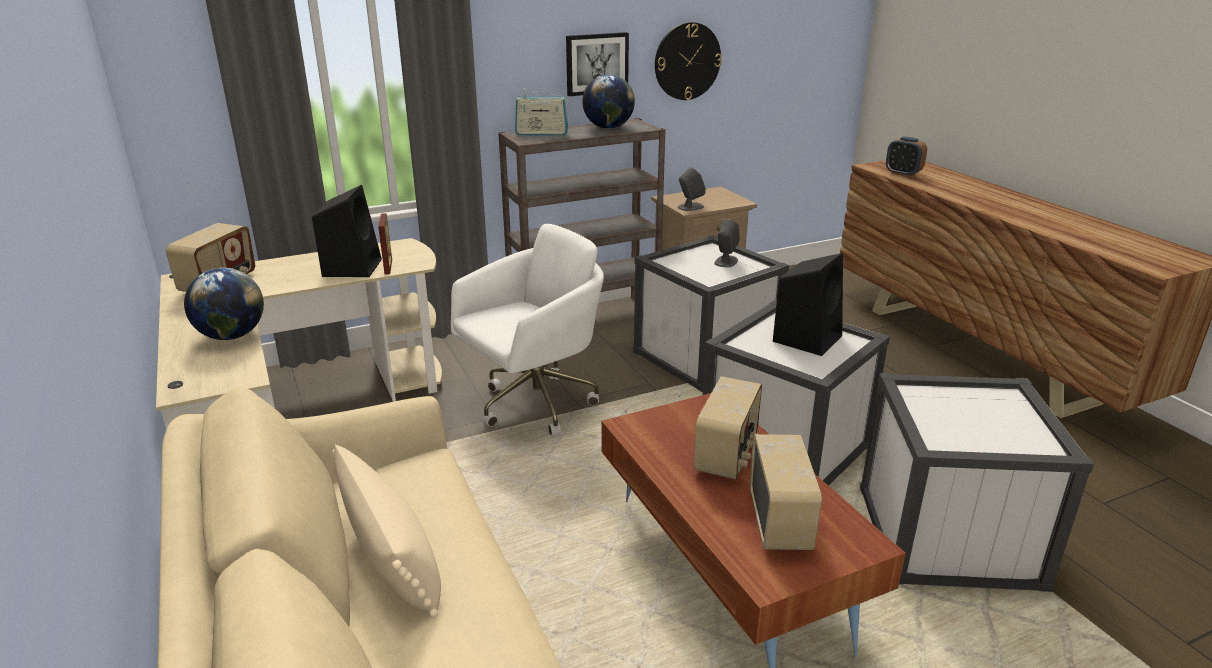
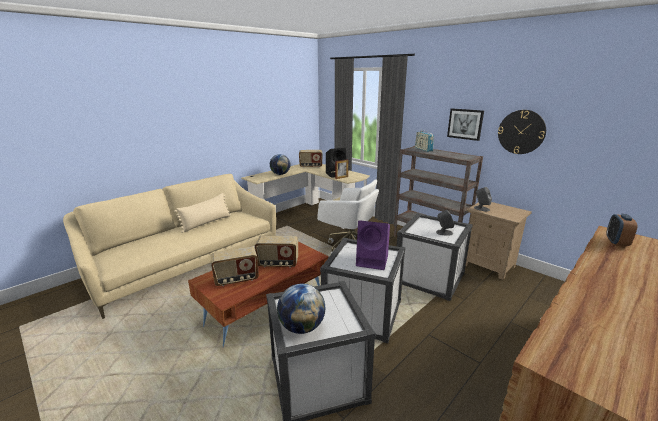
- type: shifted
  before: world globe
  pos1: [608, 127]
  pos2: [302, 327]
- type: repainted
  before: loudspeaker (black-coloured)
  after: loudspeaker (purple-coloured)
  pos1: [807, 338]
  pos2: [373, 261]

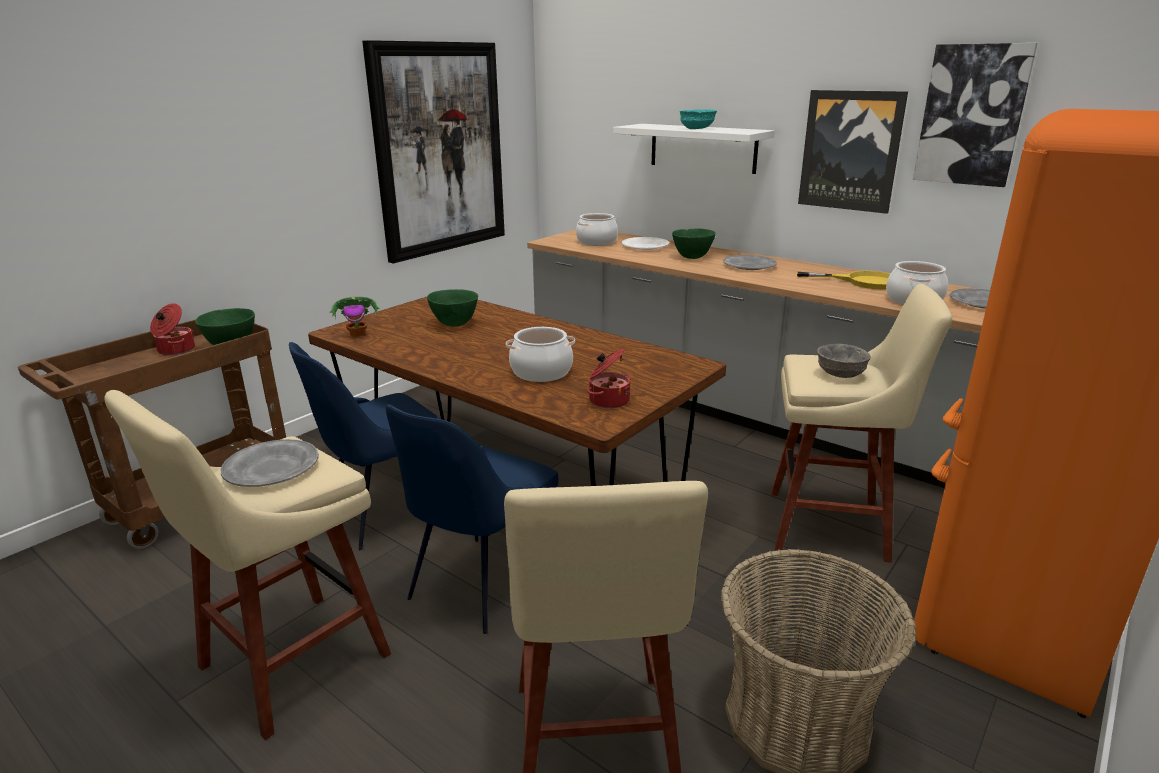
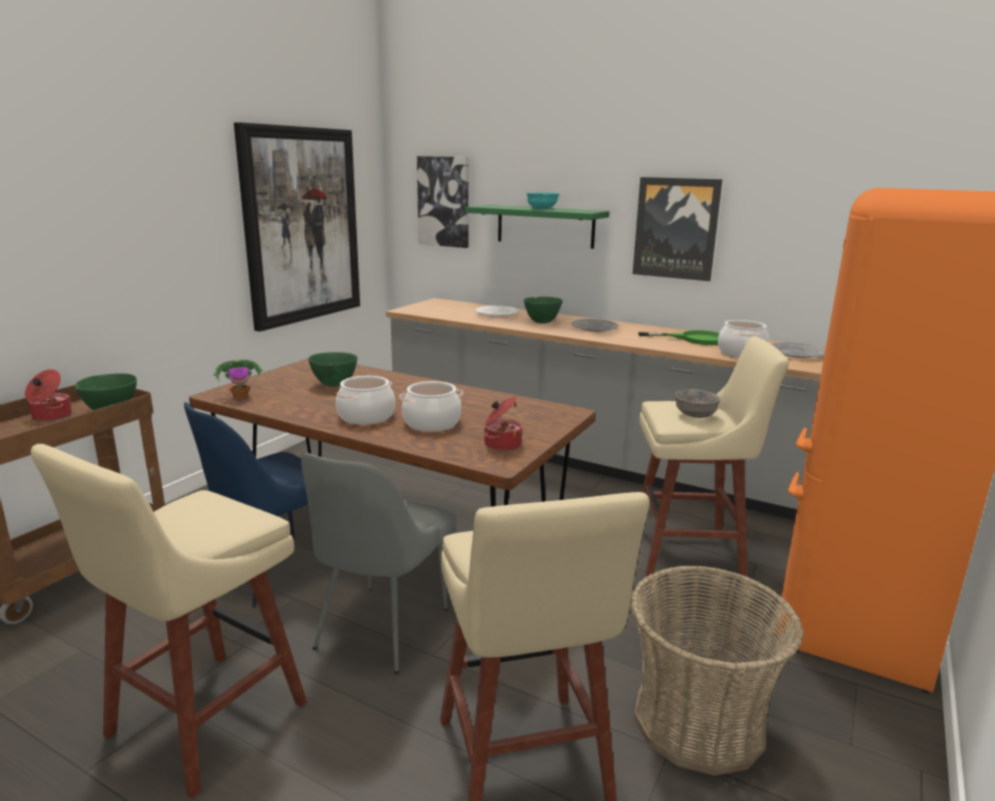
- type: repainted
  before: plain chair (bluish)
  after: plain chair (gray)
  pos1: [481, 584]
  pos2: [382, 629]
- type: shifted
  before: cooking pot
  pos1: [596, 242]
  pos2: [366, 416]
- type: shifted
  before: picture
  pos1: [972, 115]
  pos2: [444, 201]
- type: repainted
  before: shelf (white-coloured)
  after: shelf (green-coloured)
  pos1: [702, 148]
  pos2: [545, 226]
- type: repainted
  before: frying pan (yellow-coloured)
  after: frying pan (green-coloured)
  pos1: [862, 282]
  pos2: [694, 339]
- type: gone
  before: plate (gray)
  pos1: [272, 468]

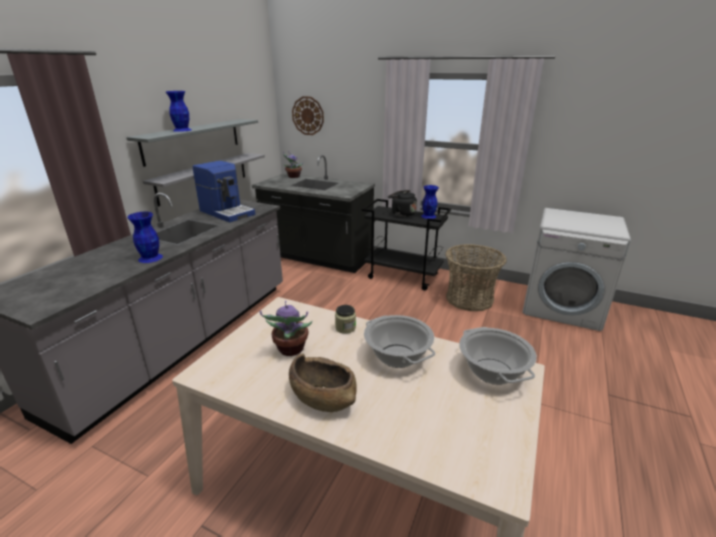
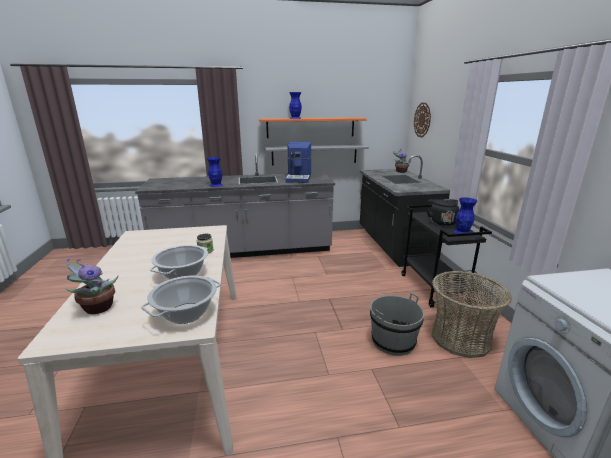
- type: shifted
  before: houseplant
  pos1: [290, 350]
  pos2: [96, 308]
- type: repainted
  before: shelf (gray)
  after: shelf (orangey)
  pos1: [193, 140]
  pos2: [310, 127]
- type: new
  after: water bucket (gray)
  pos2: [393, 341]
- type: gone
  before: serving bowl (brown)
  pos1: [322, 395]

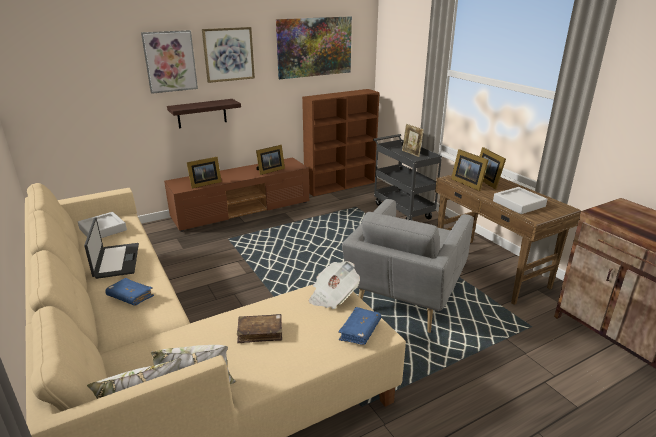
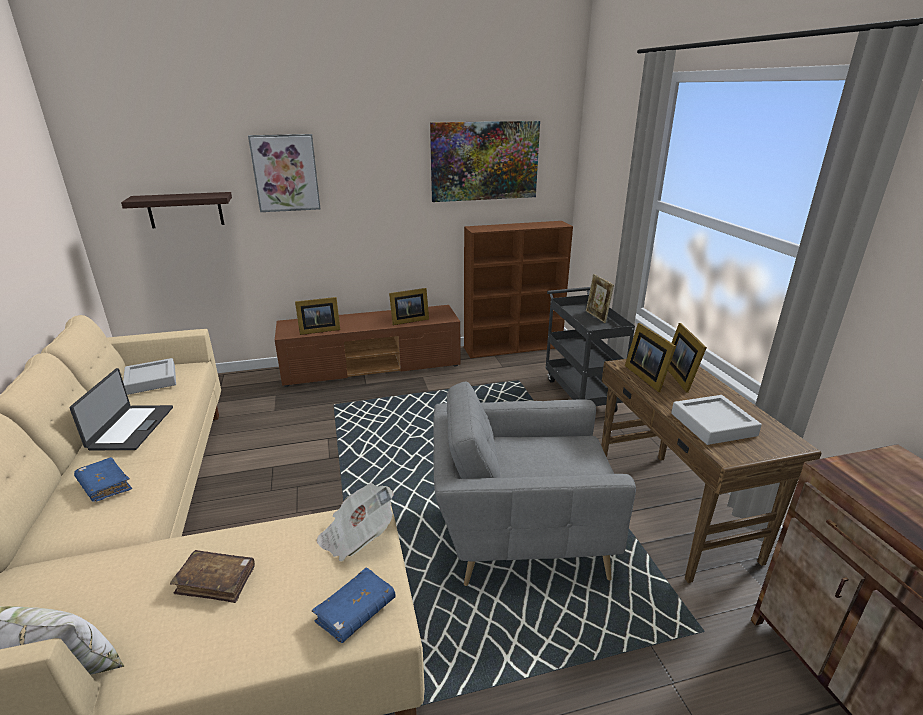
- type: shifted
  before: shelf
  pos1: [202, 113]
  pos2: [185, 210]
- type: rotated
  before: easy chair (gray)
  pos1: [404, 299]
  pos2: [519, 538]
  turn: 45
- type: gone
  before: picture
  pos1: [228, 54]

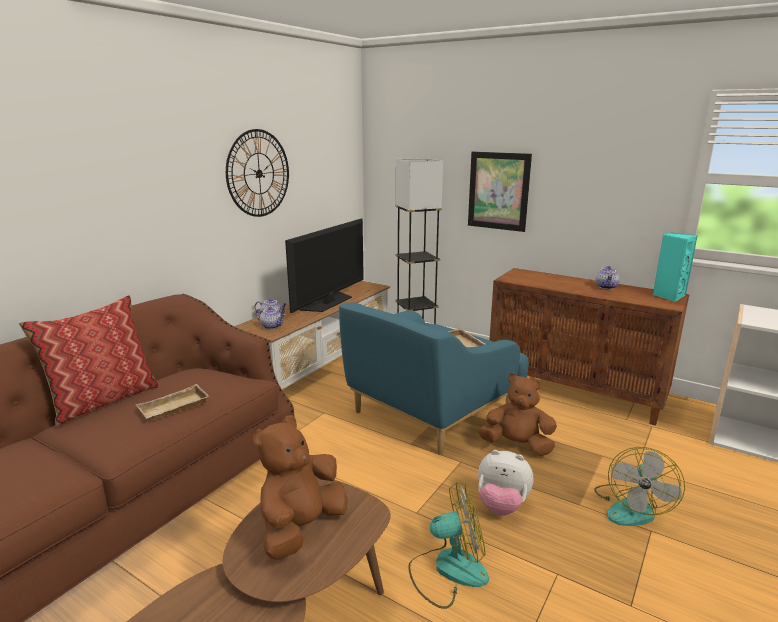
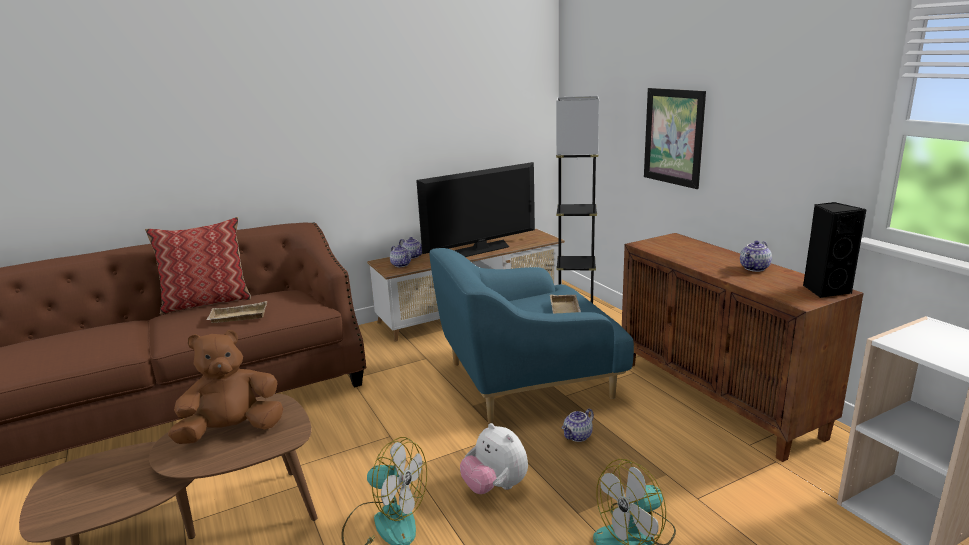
- type: swapped
  before: soft toy (brown)
  after: tea pot
  pos1: [517, 445]
  pos2: [578, 436]
- type: repainted
  before: loudspeaker (turquoise-coloured)
  after: loudspeaker (black-coloured)
  pos1: [668, 296]
  pos2: [825, 290]
- type: gone
  before: clock on the wall
  pos1: [258, 173]

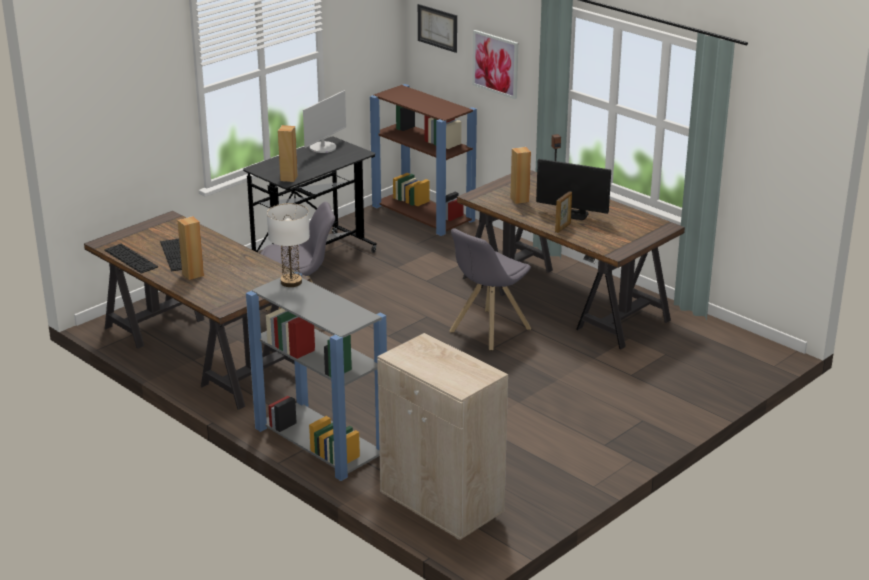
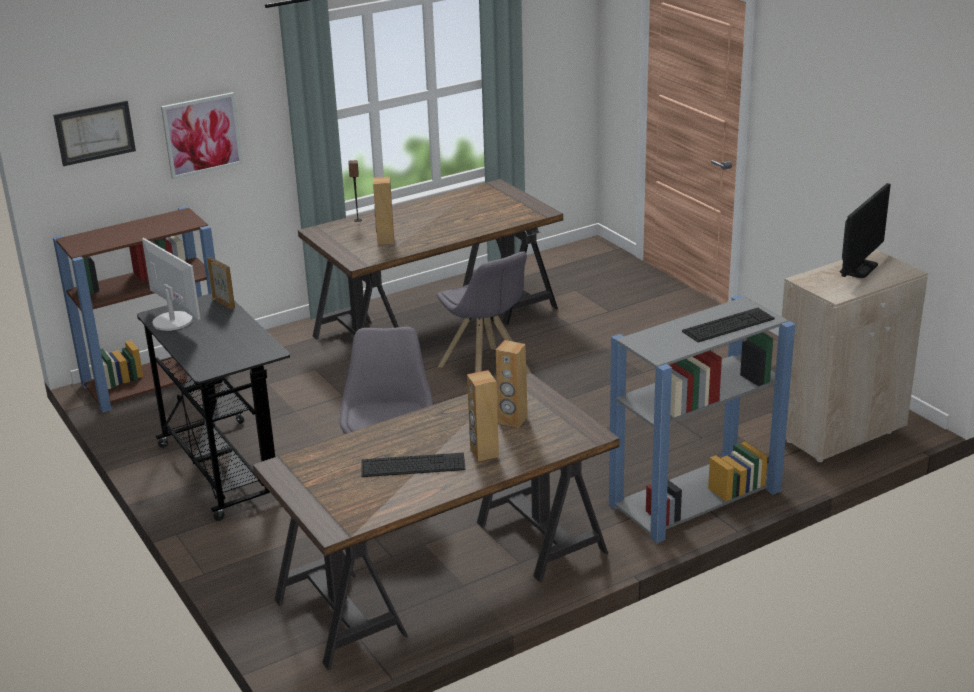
- type: shifted
  before: picture frame
  pos1: [563, 228]
  pos2: [224, 303]
- type: shifted
  before: loudspeaker (brown)
  pos1: [288, 178]
  pos2: [512, 420]
- type: shifted
  before: keyboard
  pos1: [131, 258]
  pos2: [728, 325]
- type: shifted
  before: monitor
  pos1: [572, 214]
  pos2: [858, 268]
- type: gone
  before: table lamp
  pos1: [291, 282]

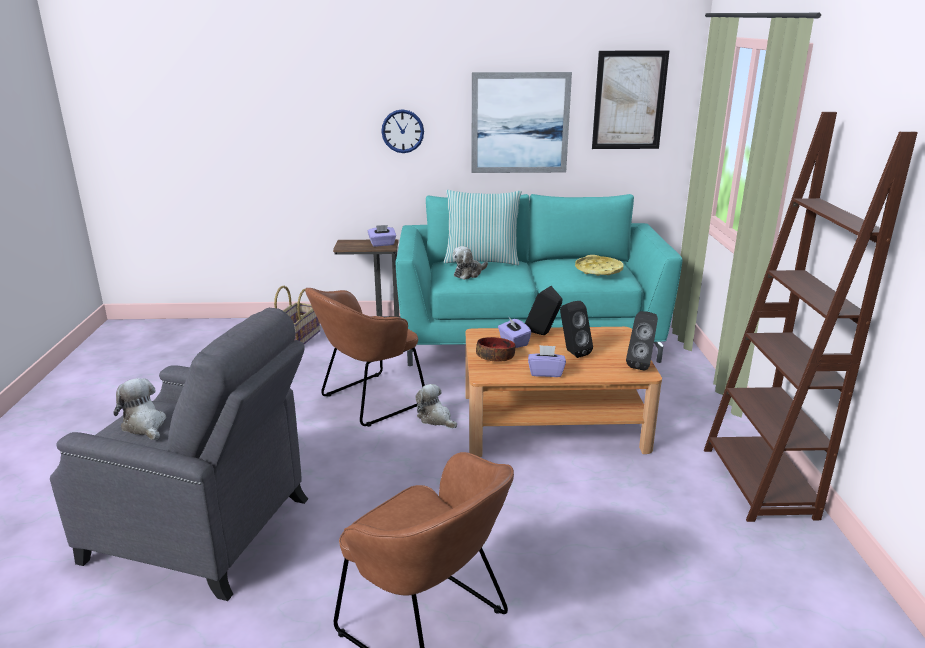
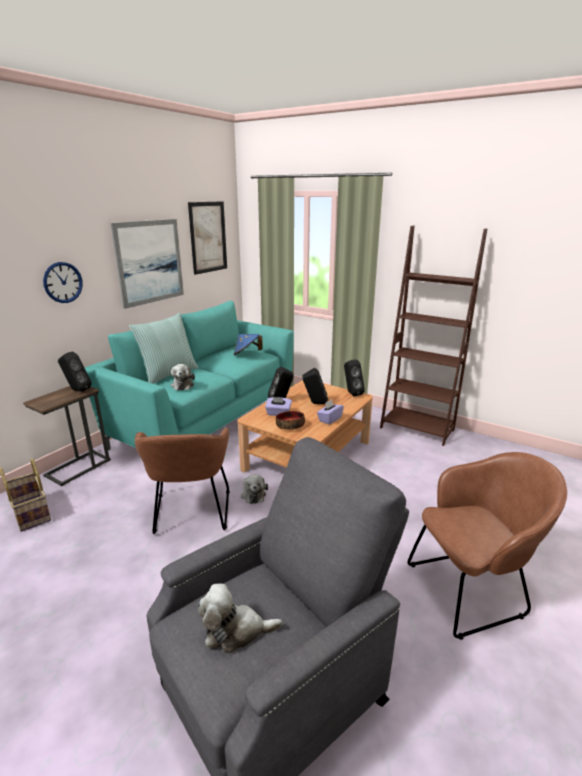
- type: swapped
  before: tissue holder (purple-coloured)
  after: loudspeaker (black-coloured)
  pos1: [382, 244]
  pos2: [76, 390]
- type: swapped
  before: serving tray (yellow-coloured)
  after: clothing hat (bluish)
  pos1: [598, 270]
  pos2: [247, 354]
- type: rotated
  before: soft toy
  pos1: [436, 418]
  pos2: [253, 494]
  turn: -90

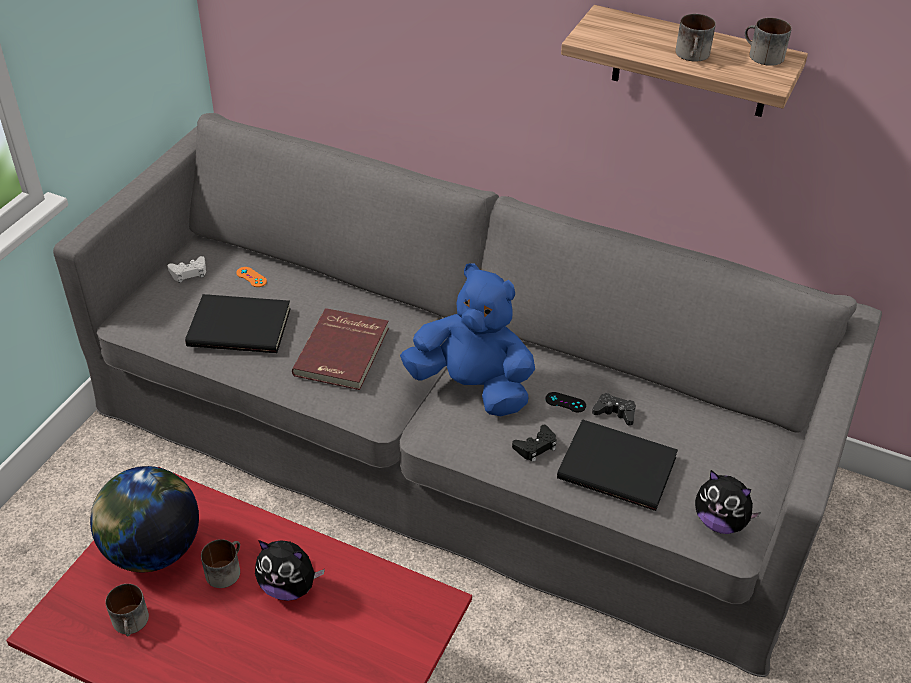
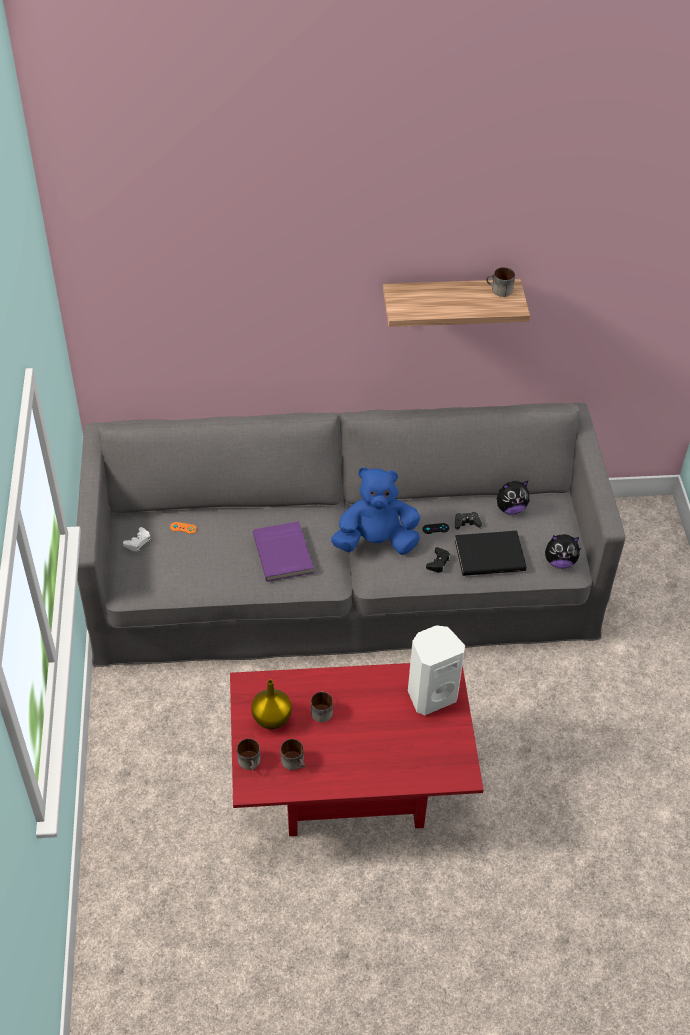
- type: shifted
  before: mug
  pos1: [694, 55]
  pos2: [251, 762]
- type: swapped
  before: world globe
  after: vase (yellow-coloured)
  pos1: [153, 550]
  pos2: [271, 719]
- type: repainted
  before: volume (red-coloured)
  after: volume (purple-coloured)
  pos1: [343, 352]
  pos2: [284, 553]
- type: new
  after: loudspeaker (white-coloured)
  pos2: [431, 694]
- type: shifted
  before: soft toy
  pos1: [289, 587]
  pos2: [510, 508]
- type: gone
  before: volume (black-coloured)
  pos1: [240, 326]

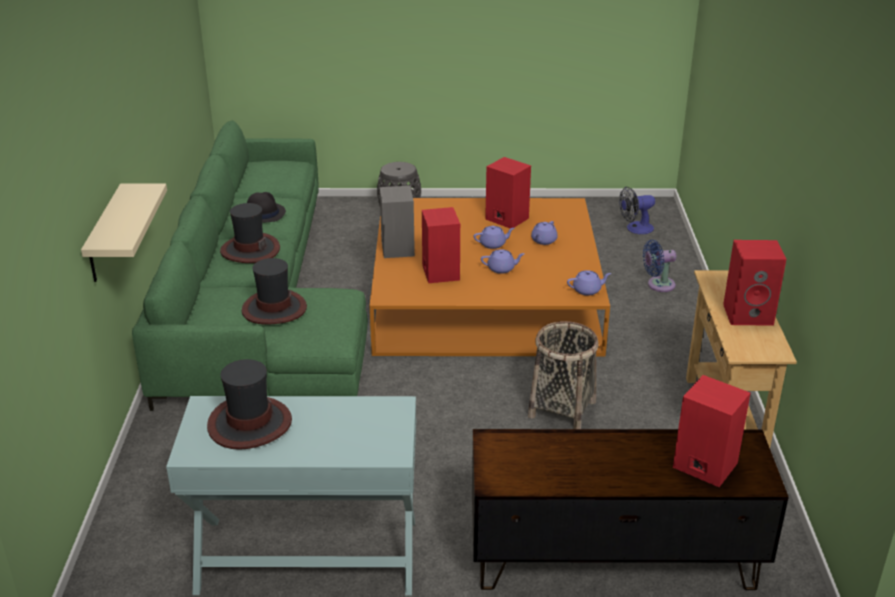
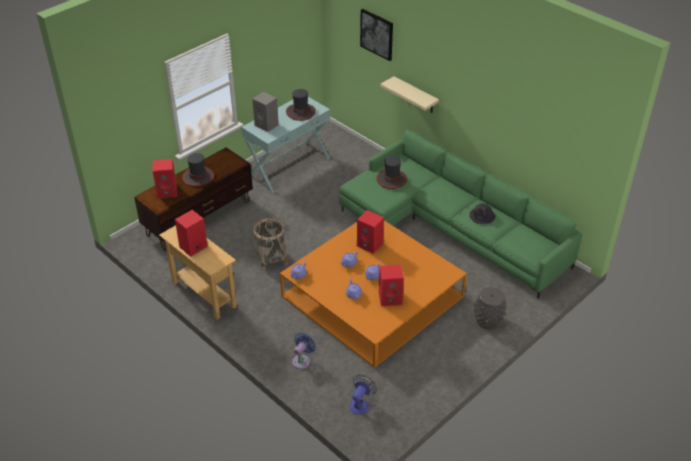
- type: shifted
  before: clothing hat
  pos1: [250, 250]
  pos2: [198, 177]
- type: shifted
  before: loudspeaker (gray)
  pos1: [396, 248]
  pos2: [267, 125]
- type: new
  after: picture
  pos2: [377, 34]

